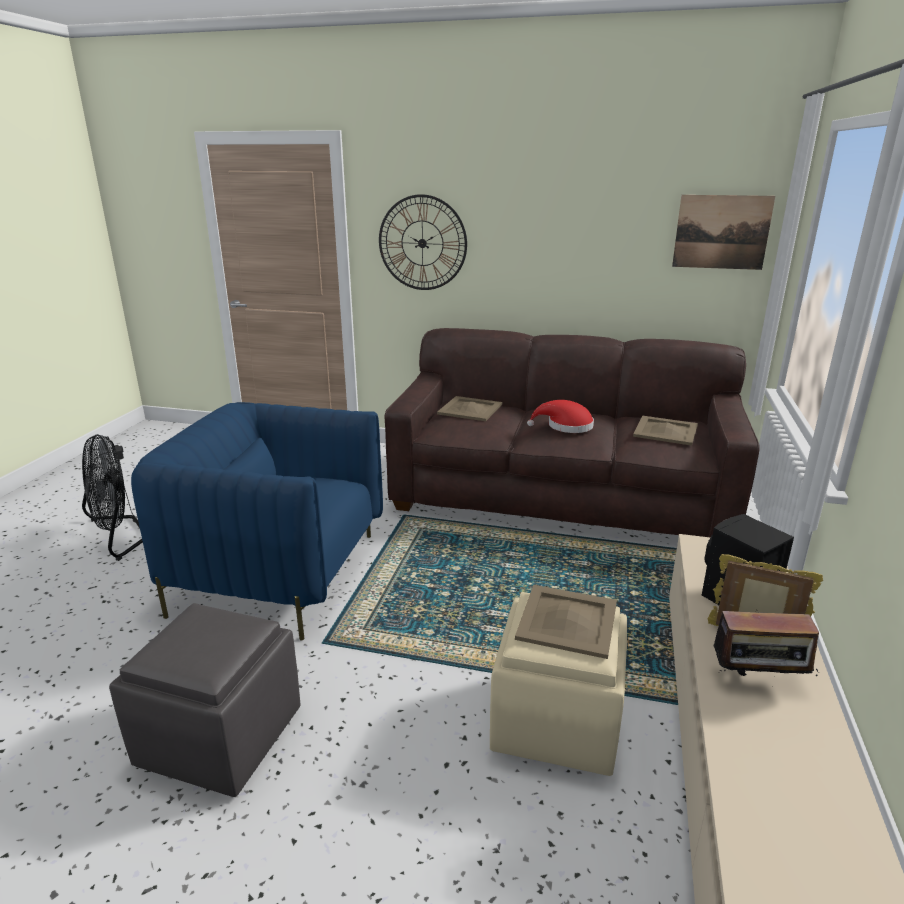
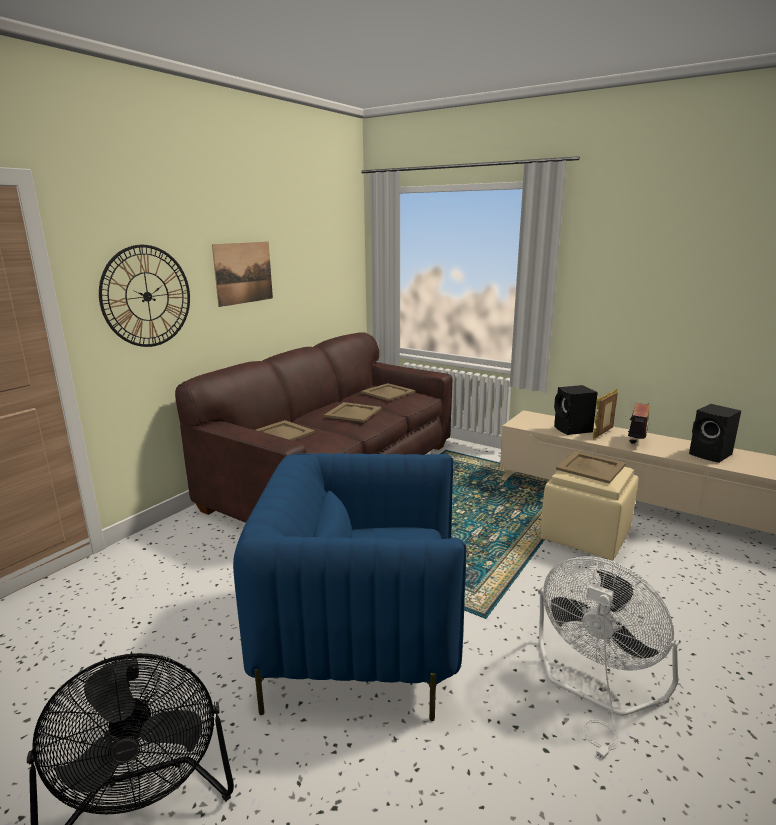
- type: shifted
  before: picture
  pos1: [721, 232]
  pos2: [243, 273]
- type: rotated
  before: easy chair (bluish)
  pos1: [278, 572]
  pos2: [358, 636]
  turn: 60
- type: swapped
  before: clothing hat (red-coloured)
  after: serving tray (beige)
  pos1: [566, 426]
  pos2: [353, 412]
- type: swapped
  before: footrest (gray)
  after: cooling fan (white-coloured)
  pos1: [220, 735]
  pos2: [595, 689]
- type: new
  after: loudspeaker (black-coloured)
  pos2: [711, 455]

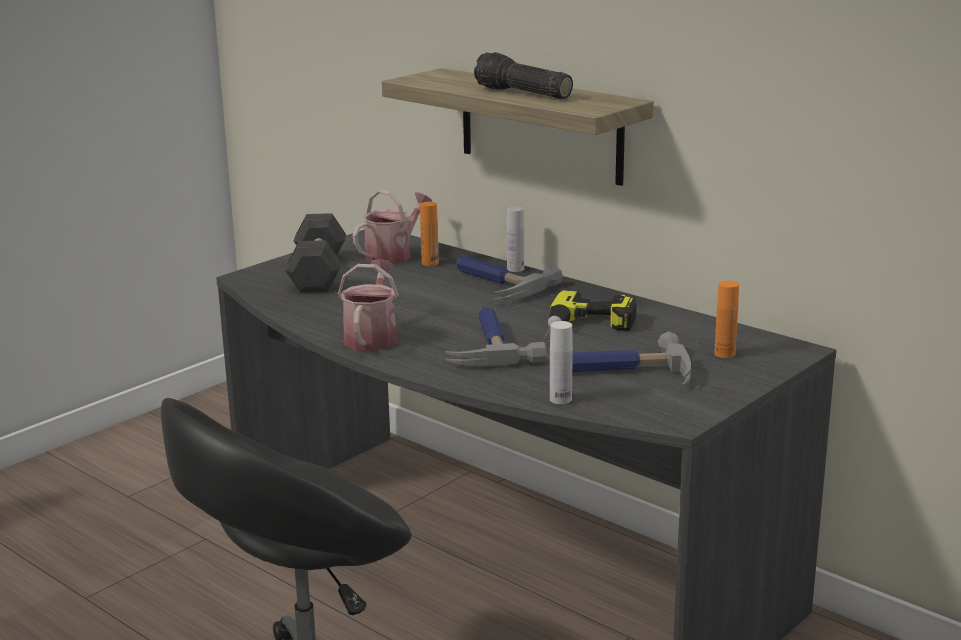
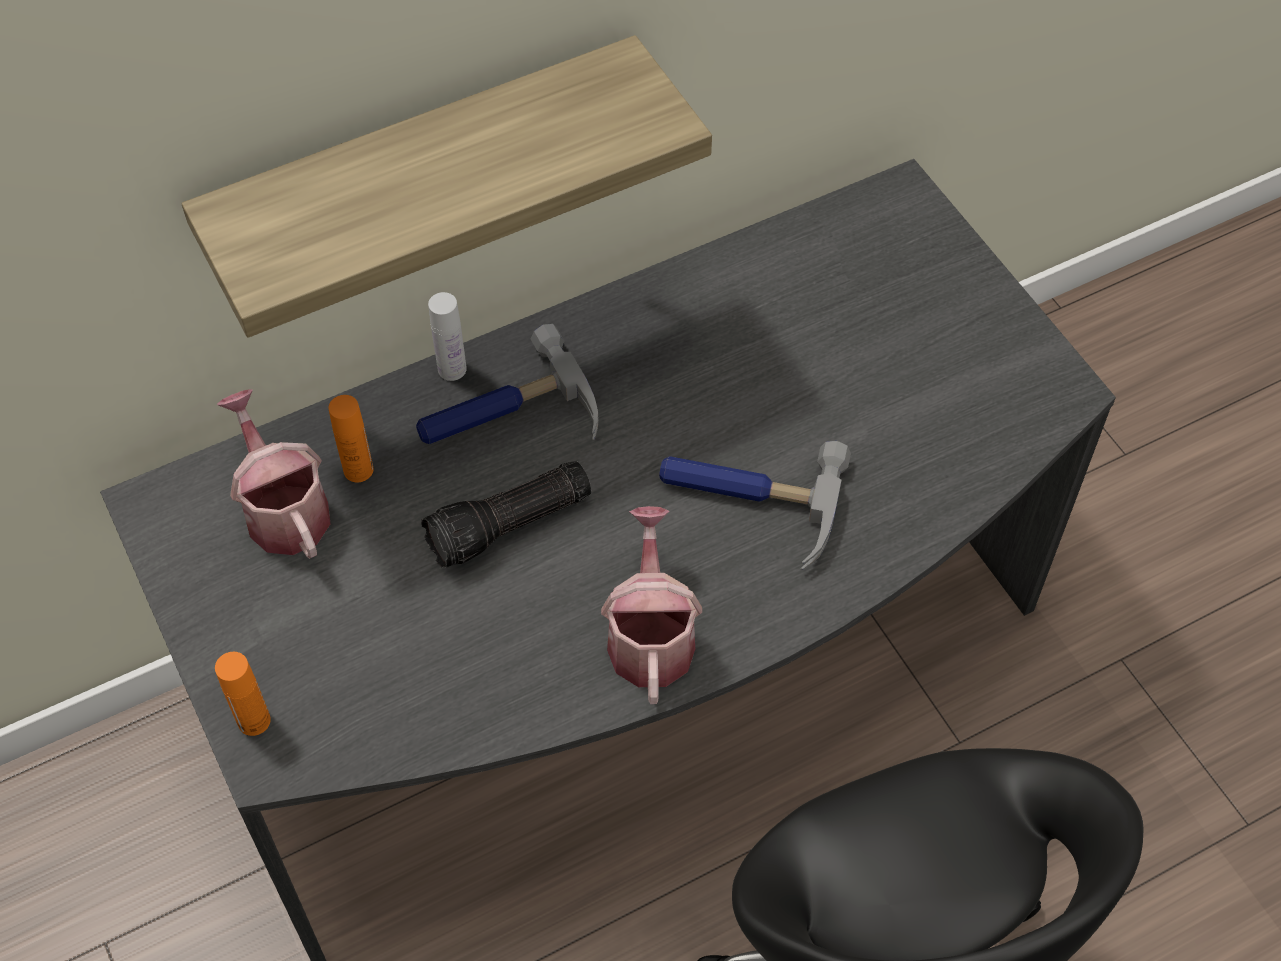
- type: shifted
  before: beverage bottle (orangey)
  pos1: [724, 354]
  pos2: [254, 721]
- type: shifted
  before: hand torch
  pos1: [521, 93]
  pos2: [510, 527]
- type: rotated
  before: watering pot
  pos1: [372, 337]
  pos2: [650, 636]
  turn: 60
- type: gone
  before: free weight (gray)
  pos1: [318, 273]
- type: gone
  before: power drill
  pos1: [587, 330]
- type: gone
  before: beverage bottle (white-coloured)
  pos1: [560, 399]
- type: gone
  before: tool hammer
  pos1: [625, 372]

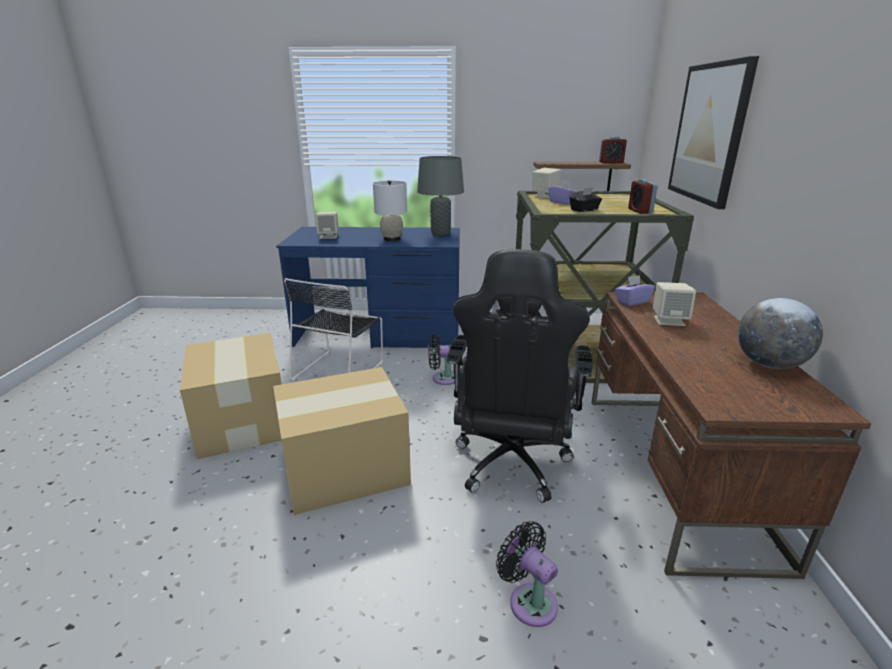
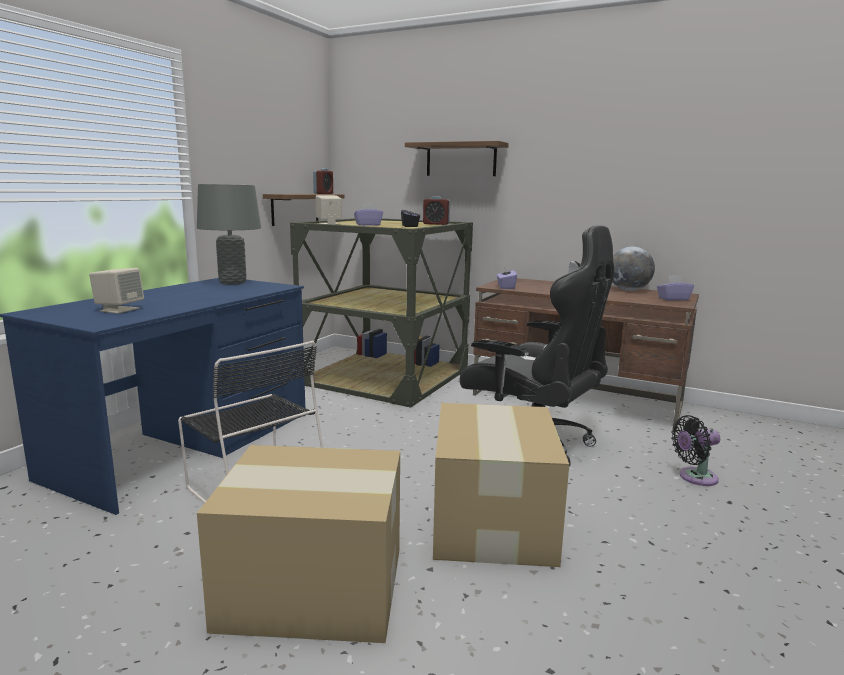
- type: swapped
  before: picture
  after: shelf
  pos1: [709, 133]
  pos2: [461, 159]
- type: new
  after: tissue holder (purple-coloured)
  pos2: [673, 299]
- type: gone
  before: table lamp (white-coloured)
  pos1: [391, 239]
- type: gone
  before: cooling fan (black-coloured)
  pos1: [442, 378]
- type: gone
  before: loudspeaker (beige)
  pos1: [669, 320]

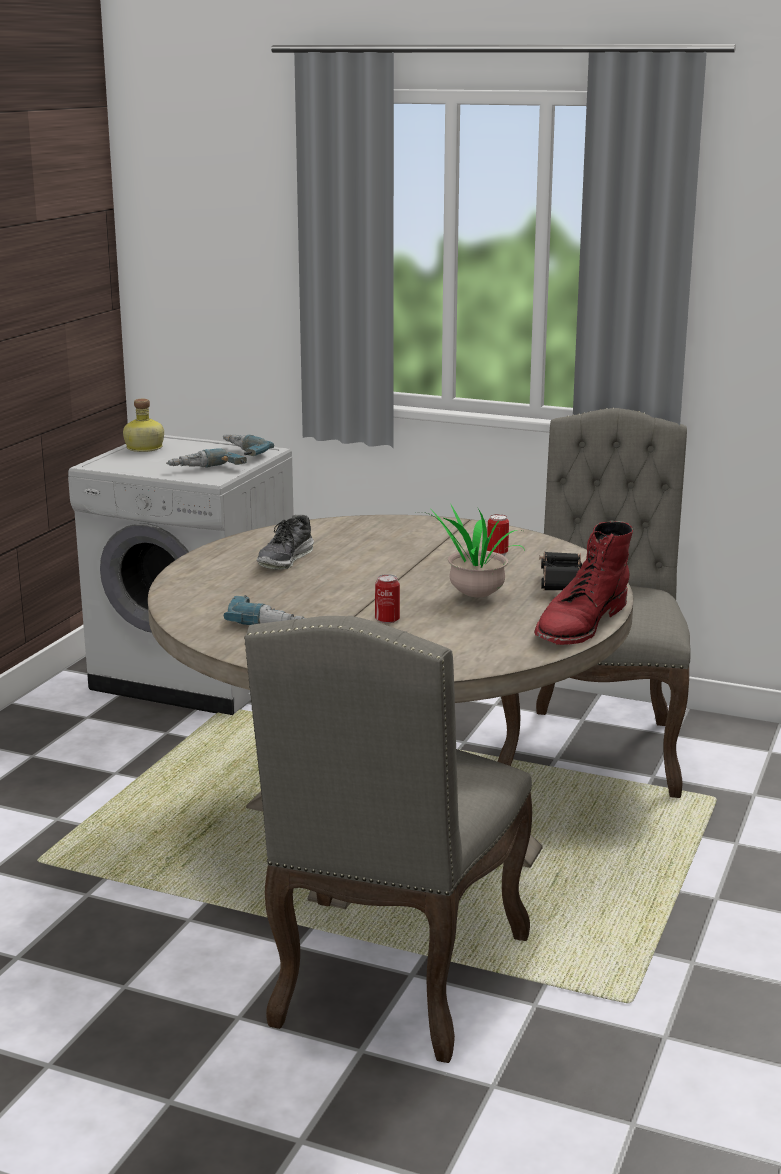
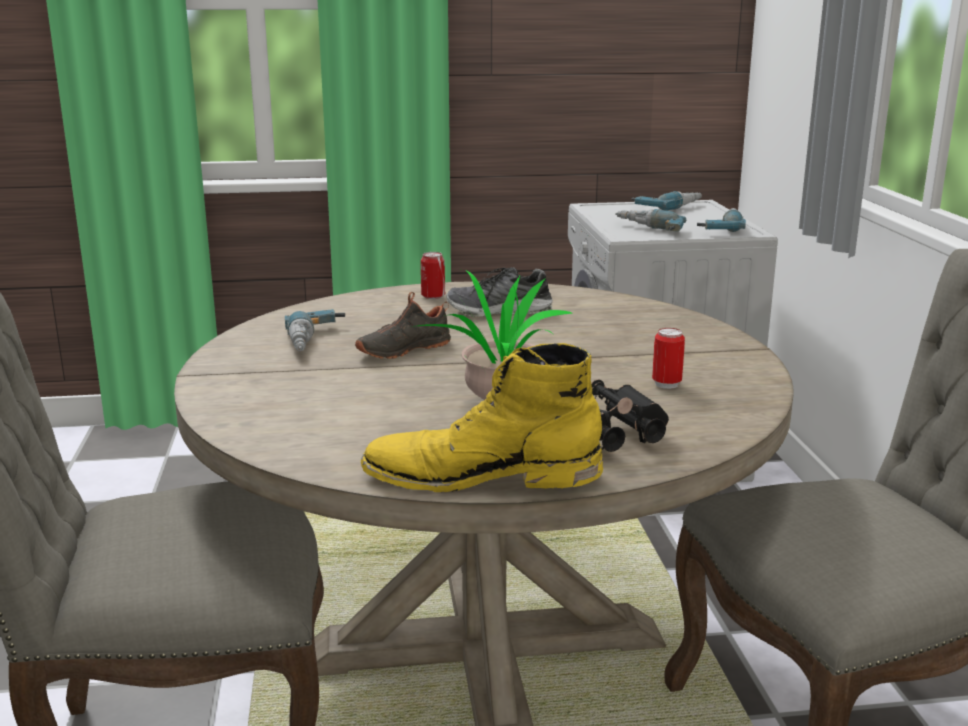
- type: new
  after: item of footwear (black-coloured)
  pos2: [403, 349]
- type: repainted
  before: high-top boot (red-coloured)
  after: high-top boot (yellow-coloured)
  pos1: [580, 624]
  pos2: [481, 475]
- type: shifted
  before: can
  pos1: [387, 620]
  pos2: [433, 296]
- type: swapped
  before: beverage bottle
  after: power drill
  pos1: [143, 448]
  pos2: [667, 206]

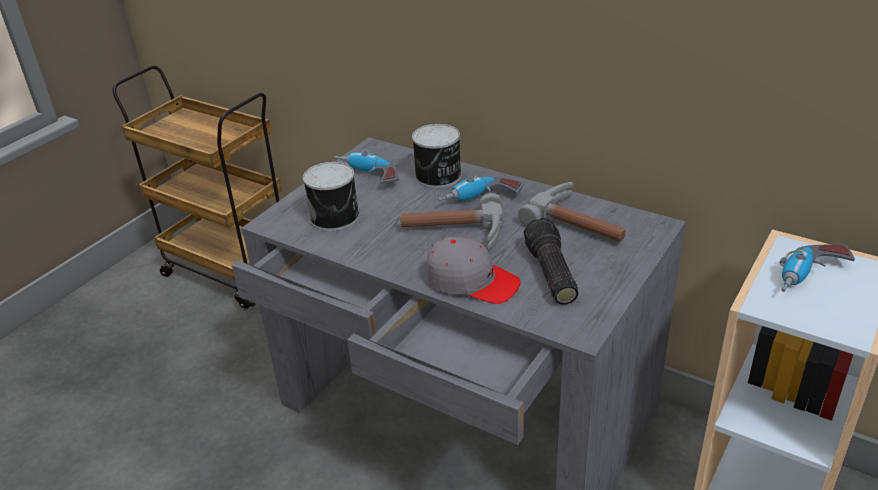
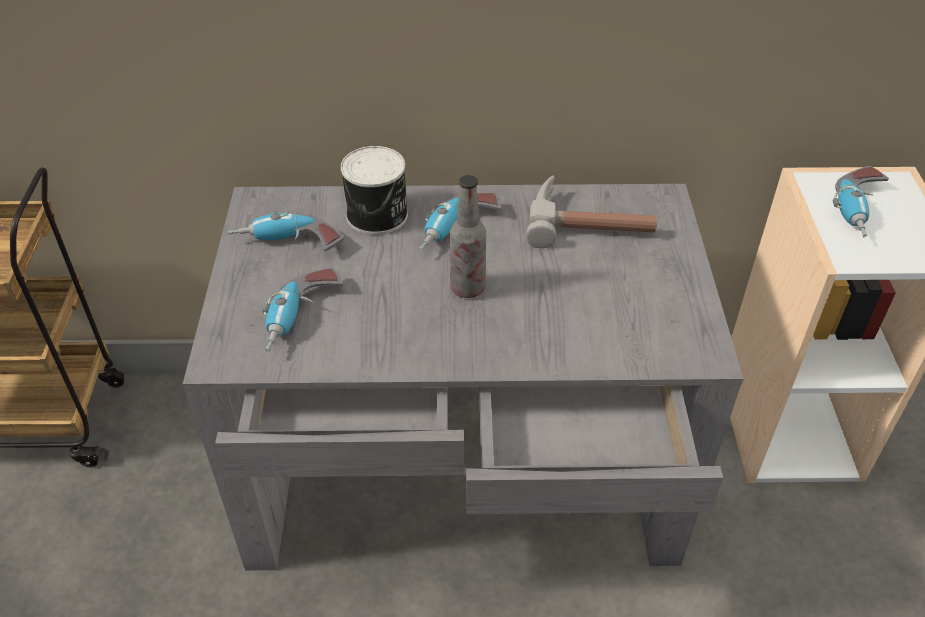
- type: swapped
  before: can
  after: power drill
  pos1: [336, 217]
  pos2: [301, 318]
- type: swapped
  before: tool hammer
  after: beverage bottle
  pos1: [453, 234]
  pos2: [467, 288]
- type: gone
  before: baseball cap (gray)
  pos1: [472, 281]
- type: gone
  before: hand torch
  pos1: [549, 273]

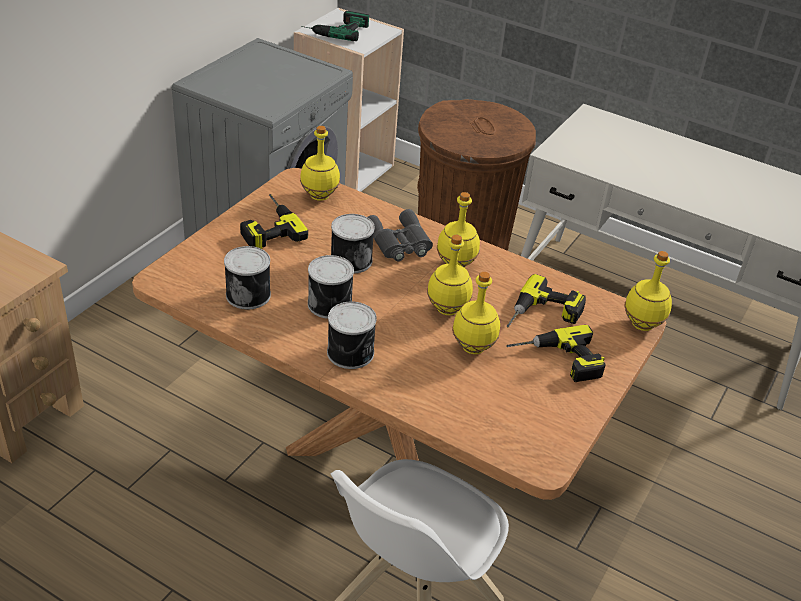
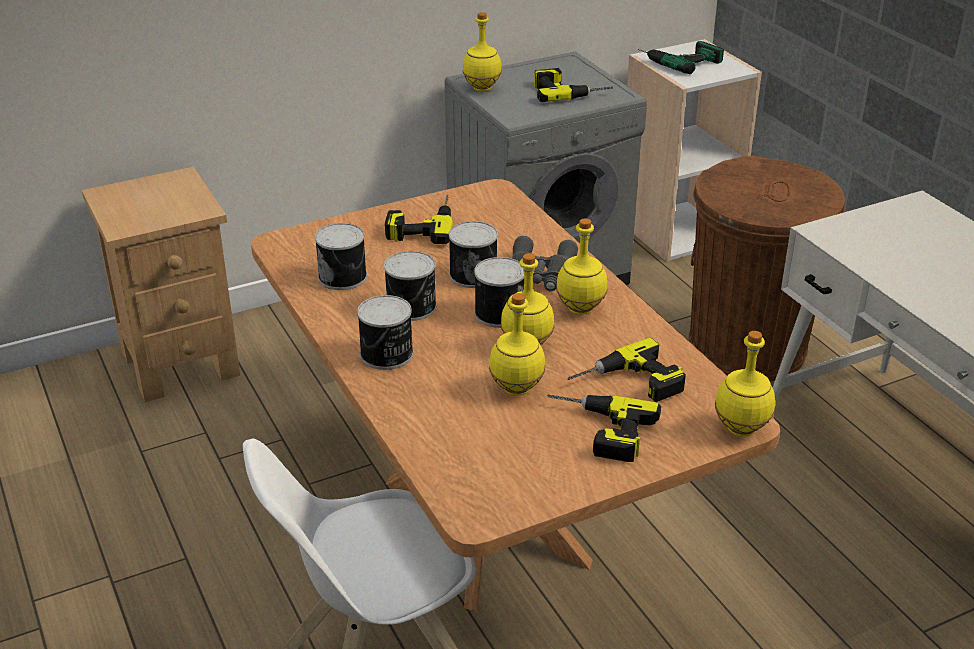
- type: shifted
  before: beverage bottle (yellow-coloured)
  pos1: [319, 196]
  pos2: [481, 88]
- type: new
  after: can
  pos2: [498, 312]
- type: new
  after: power drill
  pos2: [569, 91]

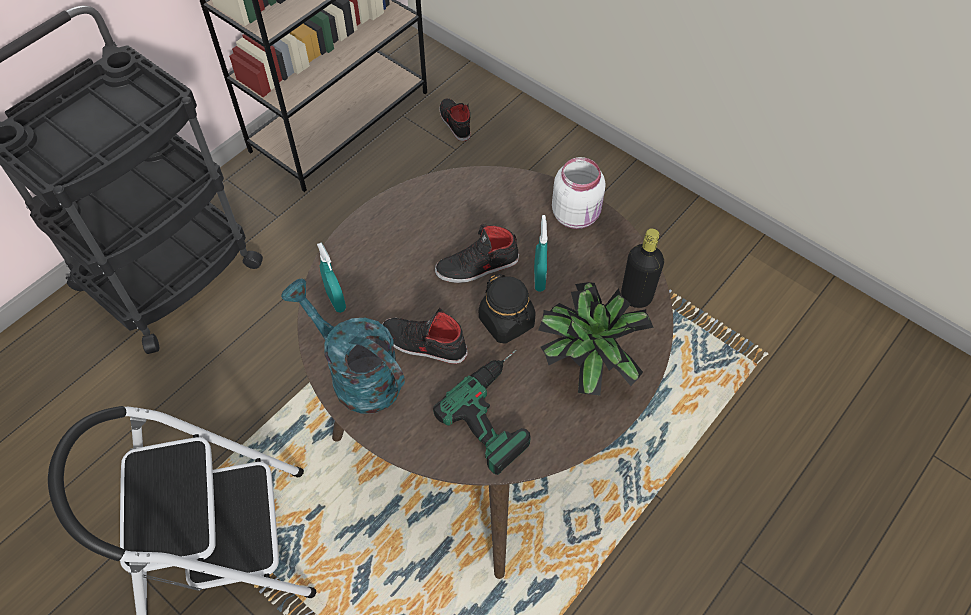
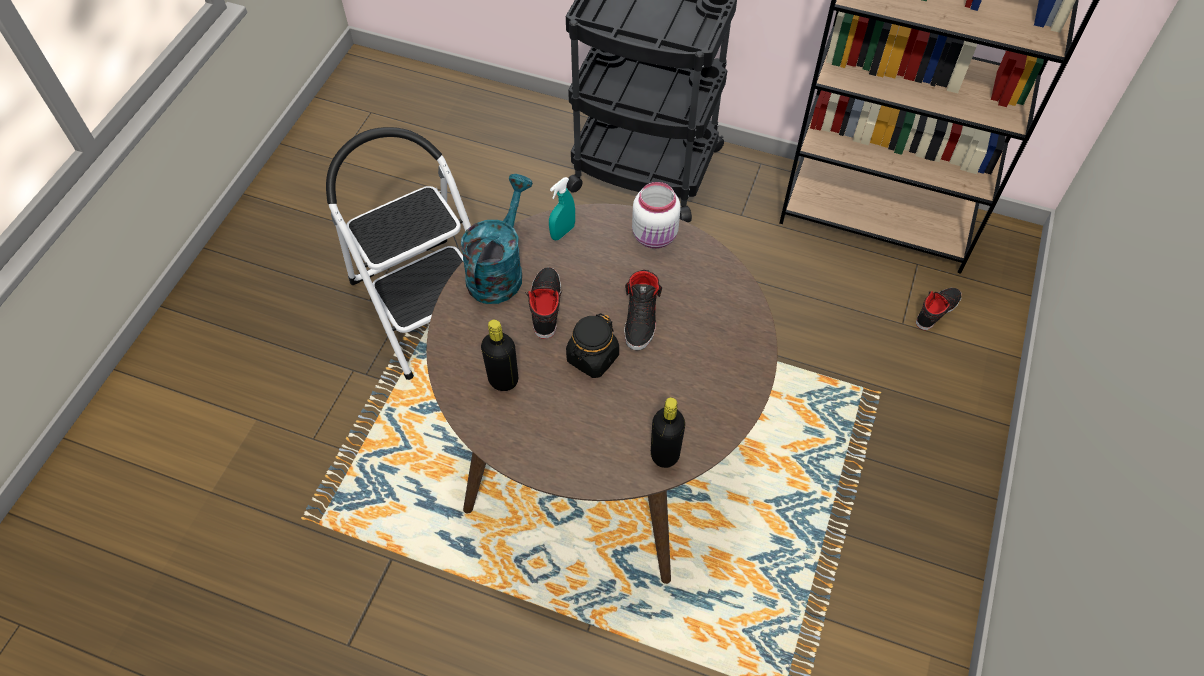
- type: swapped
  before: power drill
  after: beverage bottle (black-coloured)
  pos1: [501, 410]
  pos2: [503, 380]
- type: rotated
  before: item of footwear (black-coloured)
  pos1: [477, 267]
  pos2: [641, 318]
  turn: -135
- type: shifted
  before: jar (white-coloured)
  pos1: [577, 214]
  pos2: [655, 236]
- type: gone
  before: hand sprayer (turquoise-coloured)
  pos1: [539, 279]
- type: gone
  before: houseplant
  pos1: [586, 366]

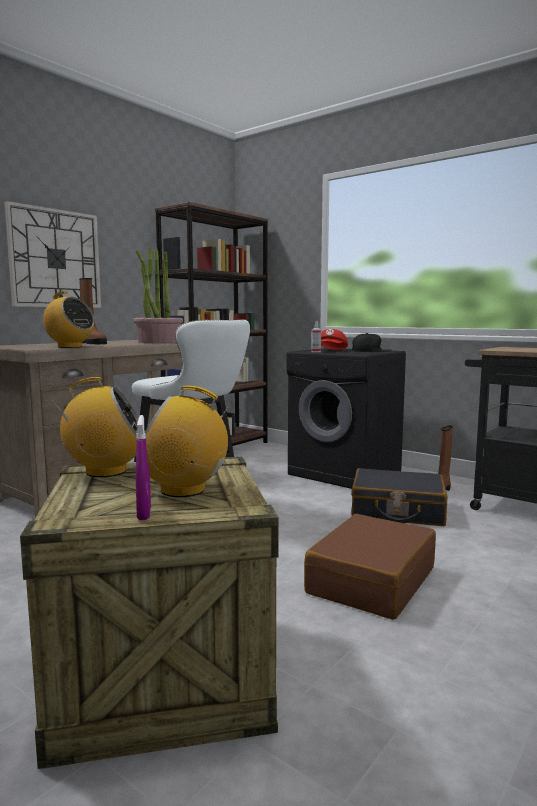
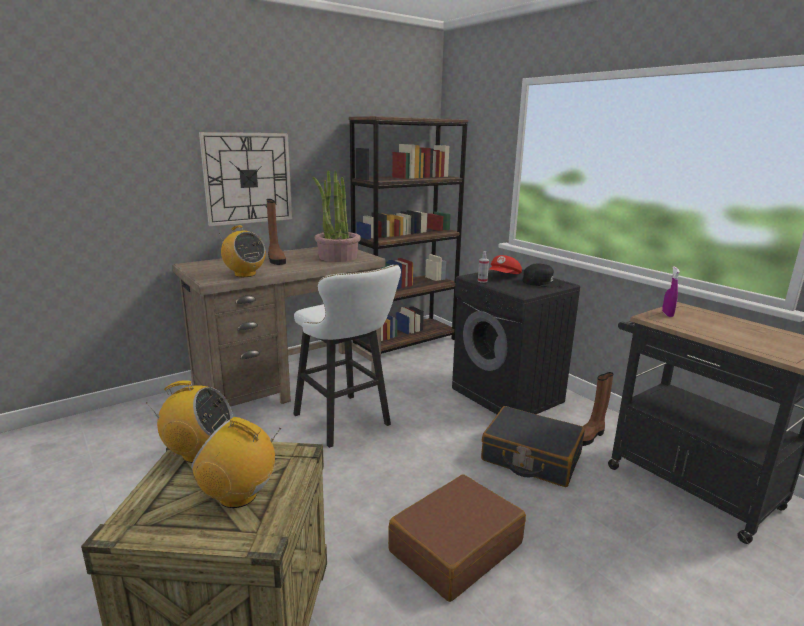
- type: shifted
  before: hand sprayer (purple-coloured)
  pos1: [144, 514]
  pos2: [667, 314]

